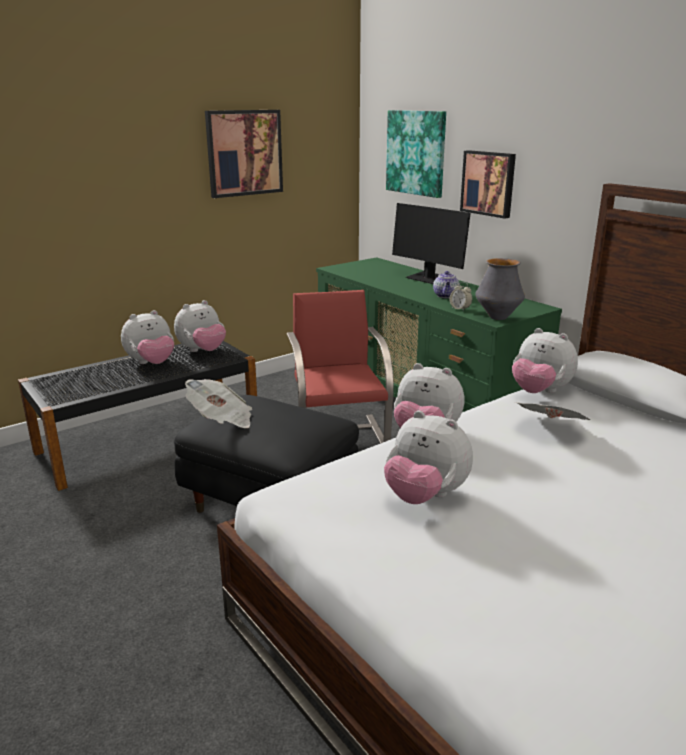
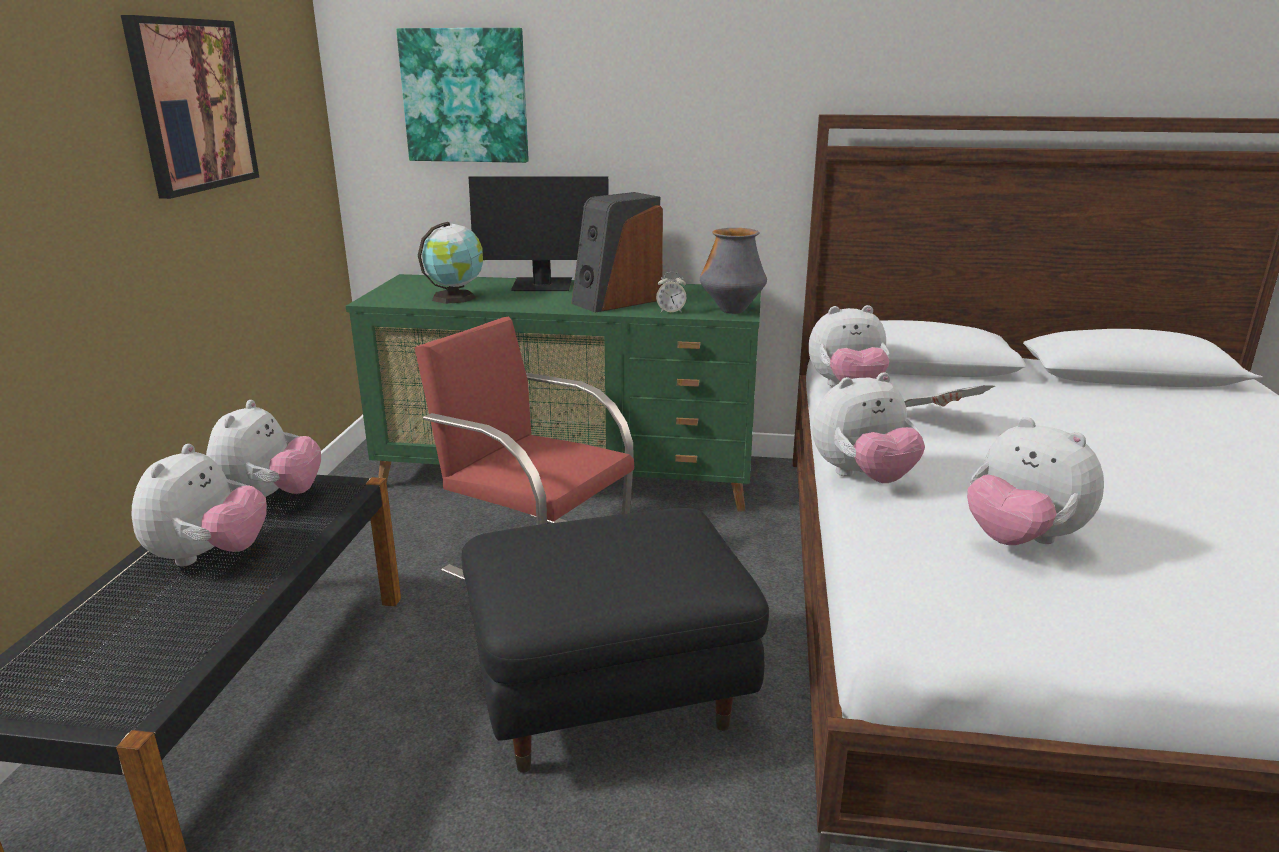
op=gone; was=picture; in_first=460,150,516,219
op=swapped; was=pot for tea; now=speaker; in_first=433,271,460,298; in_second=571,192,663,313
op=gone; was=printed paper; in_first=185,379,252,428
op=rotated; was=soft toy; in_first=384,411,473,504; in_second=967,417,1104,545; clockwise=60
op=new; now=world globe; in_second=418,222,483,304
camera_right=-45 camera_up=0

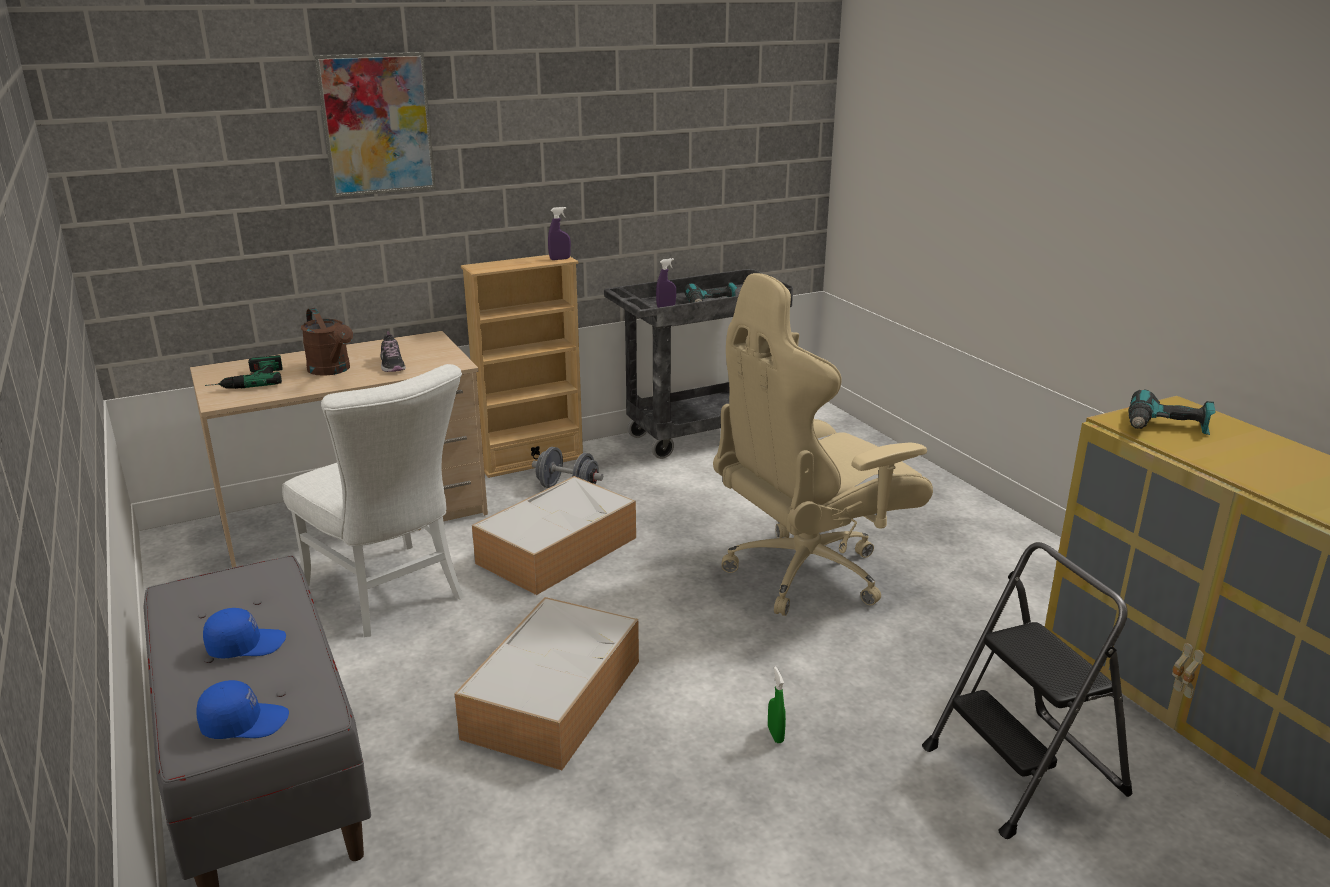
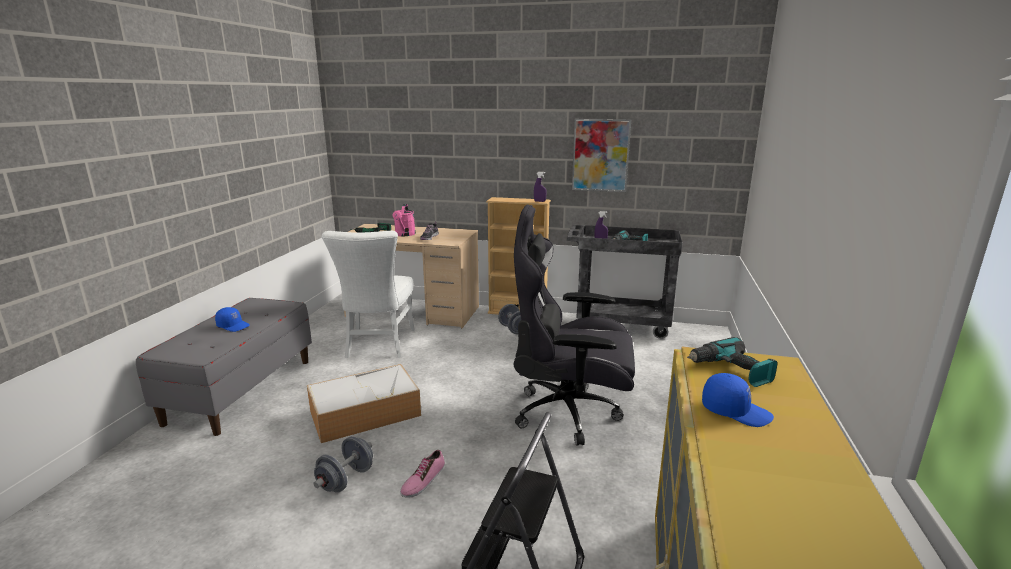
op=shifted; was=picture; in_first=314,52,436,197; in_second=572,119,631,192
op=repainted; was=computer chair (beige-coloured); now=computer chair (black); in_first=713,273,933,616; in_second=514,205,635,446
op=repainted; was=watering can (brown); now=watering can (pink-coloured); in_first=301,308,353,376; in_second=393,204,416,236
op=gone; was=storage container; in_first=472,476,636,595
op=swapped; was=hand sprayer (green); now=low shoe; in_first=768,666,786,743; in_second=400,450,445,498
op=shifted; was=baseball cap (blue); in_first=196,680,289,739; in_second=702,373,774,427
op=new; now=free weight (grey); in_second=313,436,373,493
camera_right=40 camera_up=-5

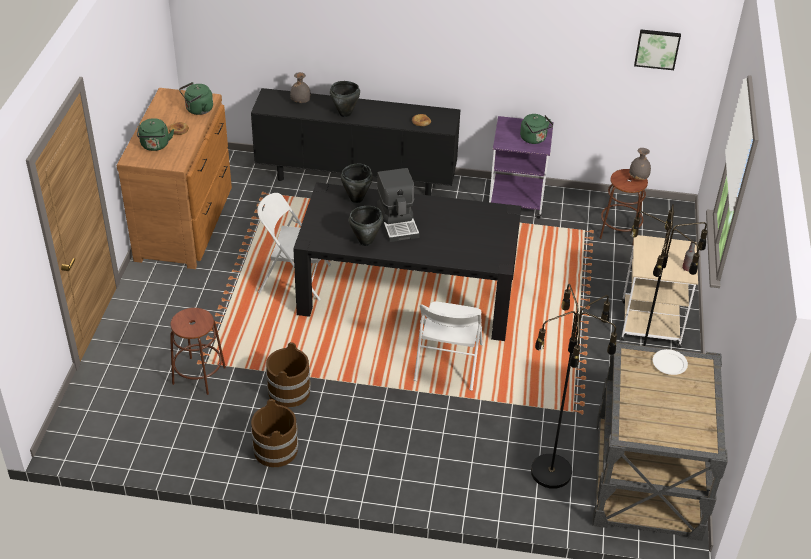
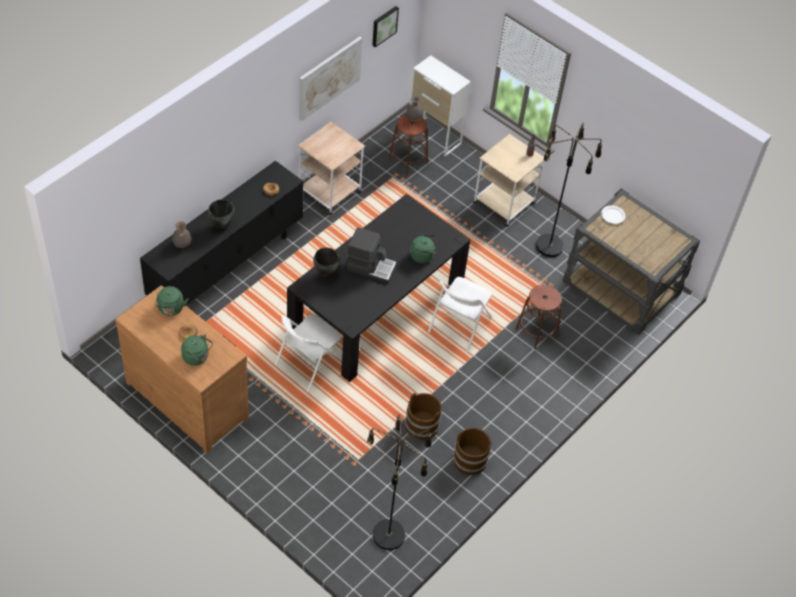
op=shifted; was=kettle (green); in_first=520,114,553,144; in_second=410,233,437,263
op=repainted; was=cart (purple-coloured); now=cart (beige-coloured); in_first=489,116,554,219; in_second=298,122,365,215
op=gone; was=stockpot (black); in_first=349,206,383,246
op=shifted; was=standing lamp; in_first=531,284,617,489; in_second=367,414,431,550
op=rotated; was=chair (white); in_first=414,301,483,391; in_second=428,277,492,352; clockwise=75
op=shifted; was=stool seat (brown); in_first=170,308,226,395; in_second=516,285,562,350
op=new; now=picture; in_second=299,37,362,121
op=new; now=storage cabinet (white); in_second=410,55,471,157
camera_right=-60 camera_up=10

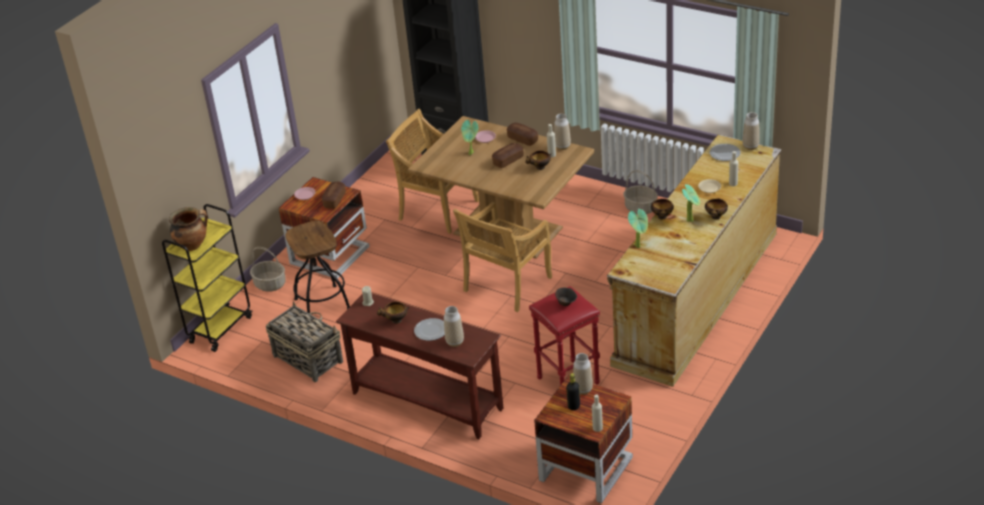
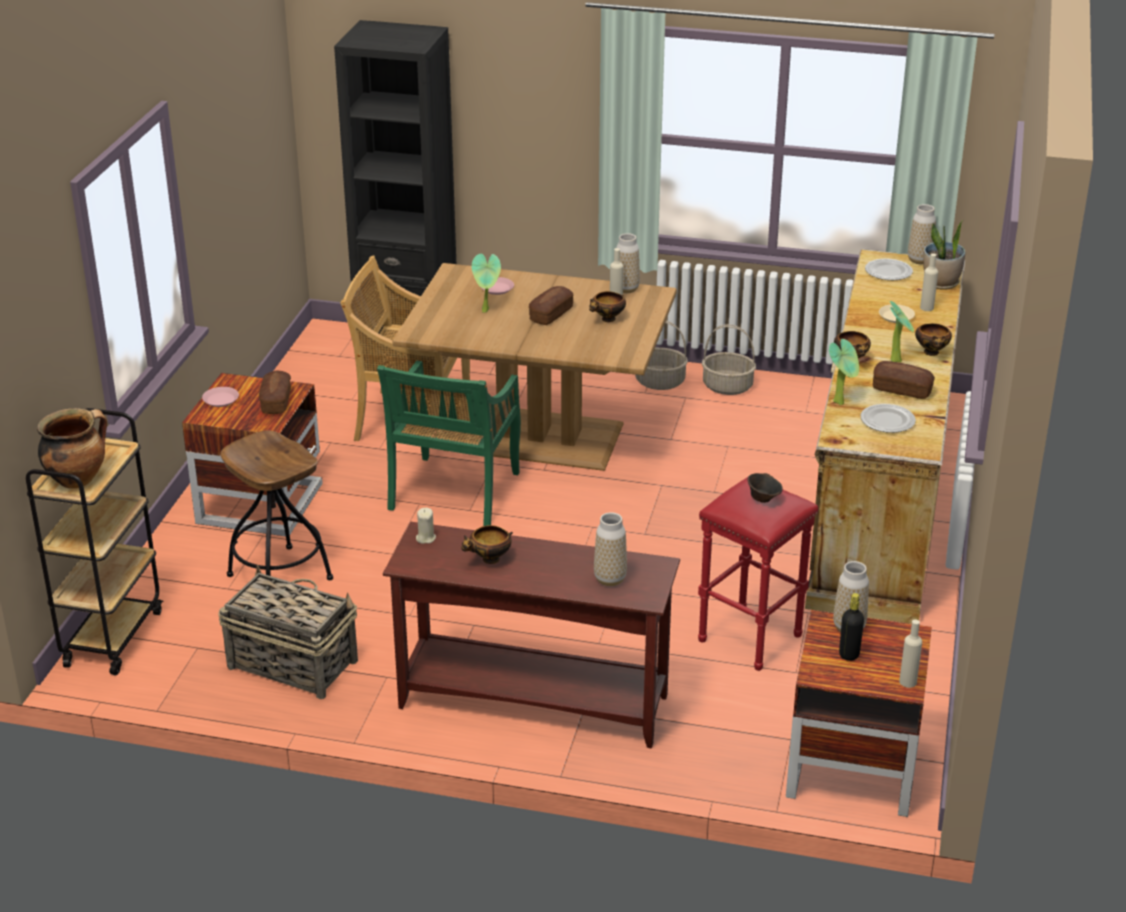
op=shifted; was=baked bread; in_first=507,123,538,146; in_second=873,361,935,399
op=gone; was=chair (beige-coloured); in_first=453,202,552,312
op=repainted; was=cart (yellow-coloured); now=cart (brown); in_first=162,204,252,352; in_second=26,408,164,676
op=shifted; was=storage basket; in_first=250,247,286,292; in_second=635,321,688,390
op=shifted; was=flat dish; in_first=414,318,445,341; in_second=860,404,916,433
op=new; now=plant in a pot; in_second=923,220,965,290
op=new; now=chair (green); in_second=377,361,521,526
camera_right=-20 camera_up=-5

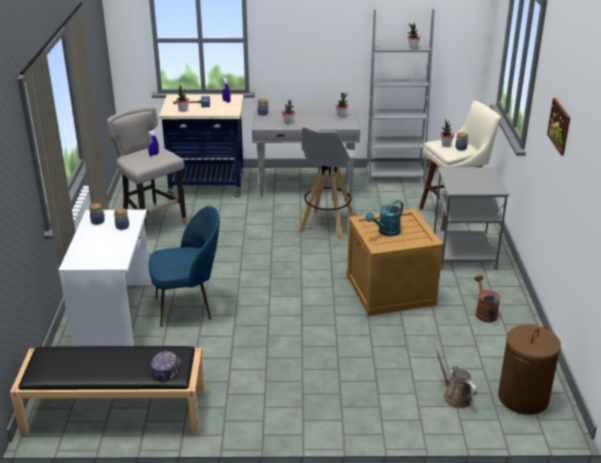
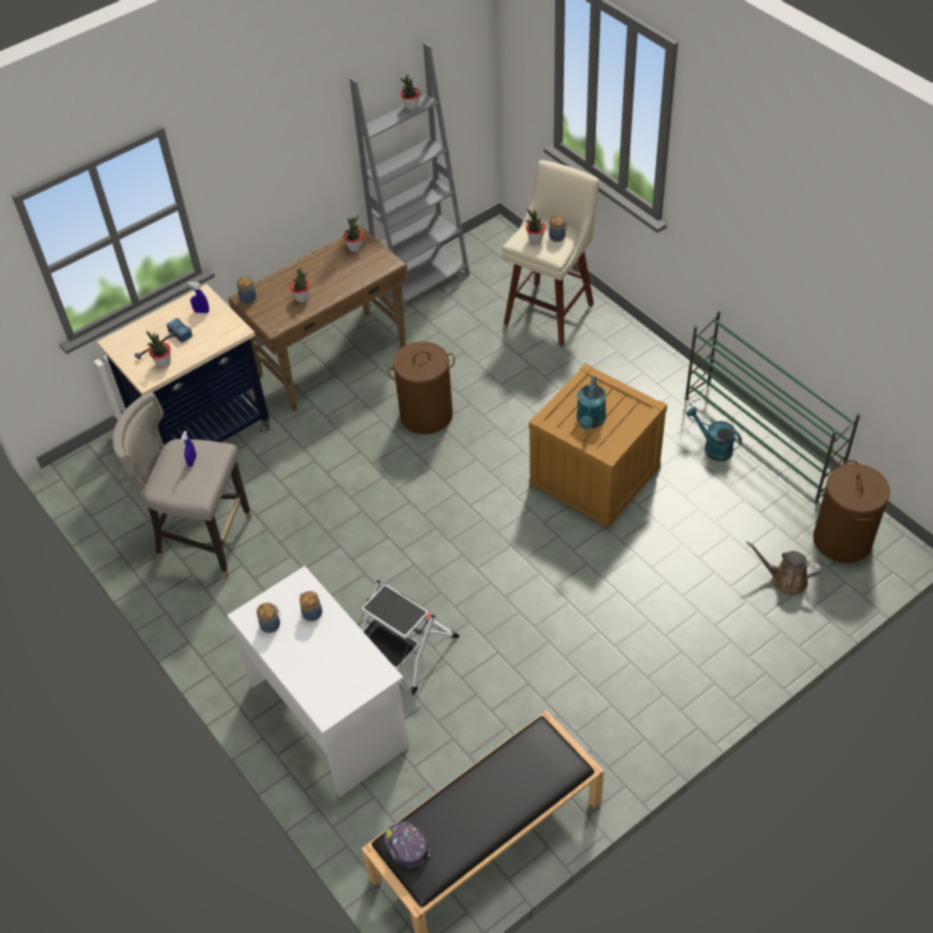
op=gone; was=picture; in_first=547,98,570,156
op=repainted; was=hall table (grey); now=hall table (brown); in_first=252,110,360,196; in_second=228,226,408,412
op=swapped; was=stool seat (grey); now=laundry basket (brown); in_first=299,126,358,239; in_second=388,341,455,434
op=gone; was=cart (grey); in_first=434,167,510,269
op=swapped; was=chair (blue); now=step stool; in_first=149,206,220,327; in_second=358,580,460,695
op=repainted; was=watering can (brown); now=watering can (blue-green); in_first=474,275,500,322; in_second=686,407,742,461
op=shifted; was=baseball cap; in_first=150,351,180,380; in_second=384,822,430,868
op=new; now=shoe stand (green); in_second=685,311,860,503
camera_right=-35 camera_up=20

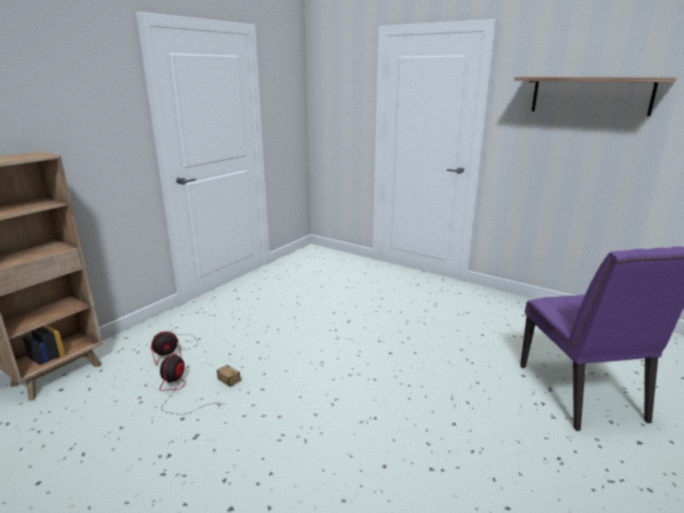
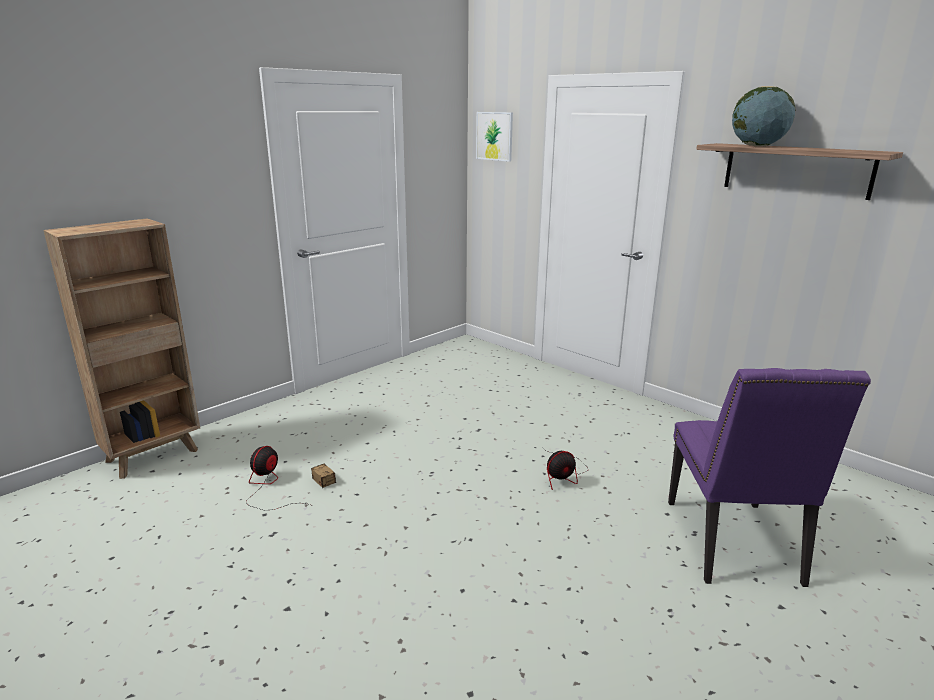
op=shifted; was=electric fan; in_first=151,331,198,365; in_second=541,446,588,490
op=new; now=world globe; in_second=732,86,795,146
op=new; now=picture; in_second=476,112,513,162
camera_right=10 camera_up=0

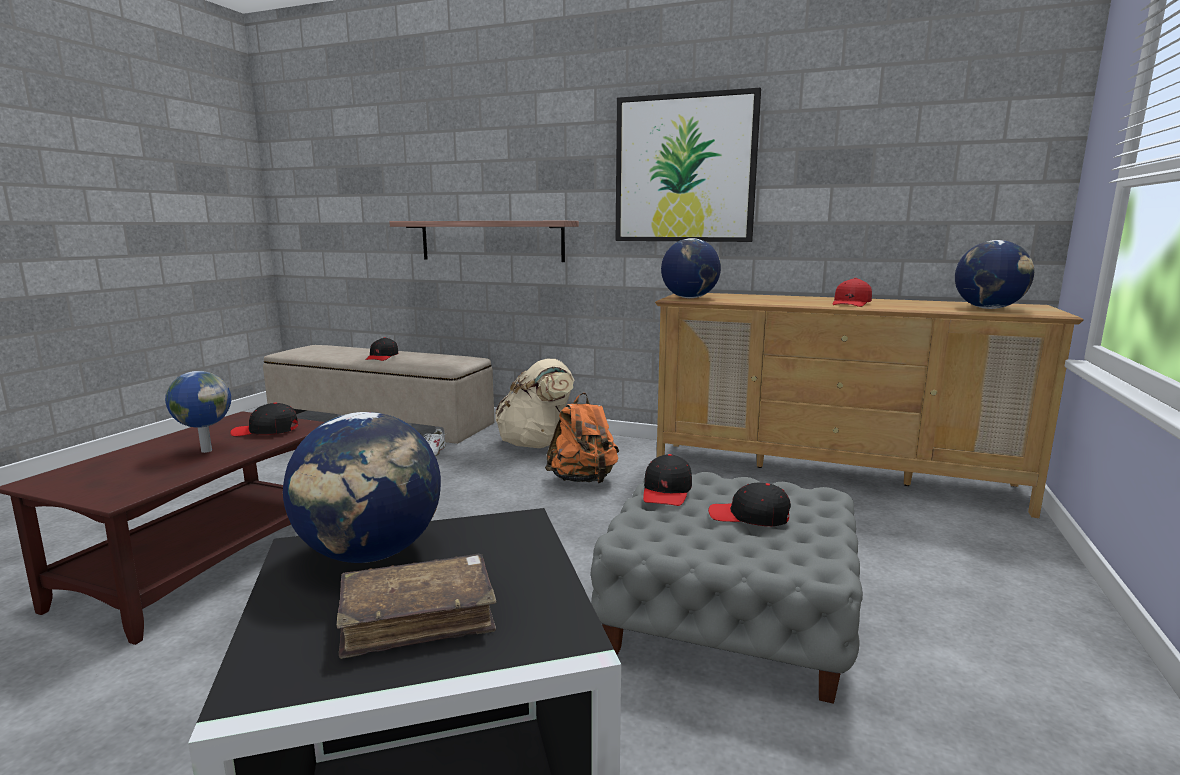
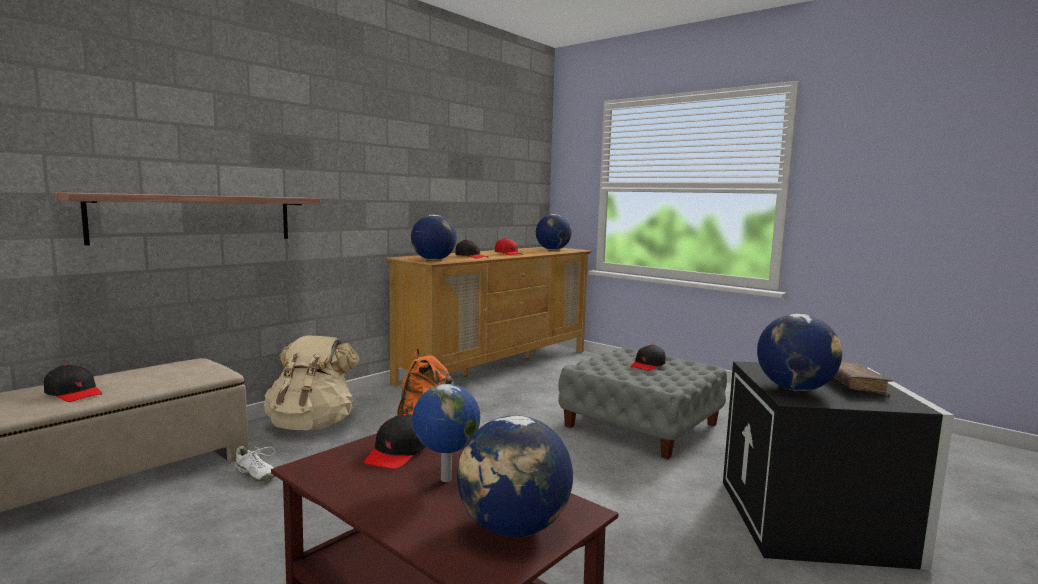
op=gone; was=picture; in_first=616,88,761,242
op=shifted; was=baseball cap (black); in_first=643,454,692,506; in_second=455,240,488,259
op=new; now=world globe; in_second=457,415,573,537
camera_right=-70 camera_up=-5

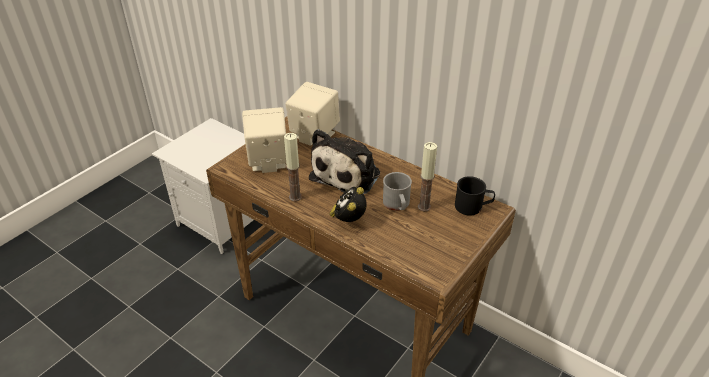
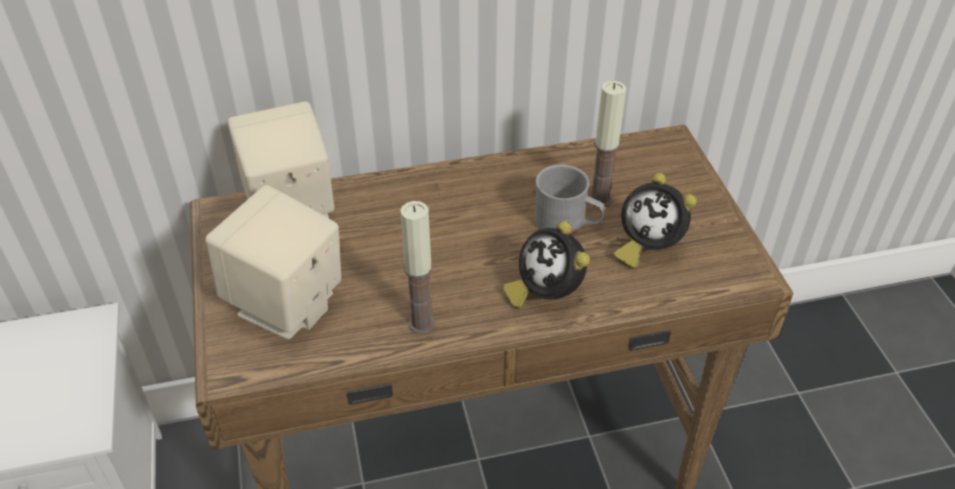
op=gone; was=soft toy; in_first=309,129,380,194
op=gone; was=coffee mug (black); in_first=455,176,495,216
op=new; now=bedside clock; in_second=614,173,697,268
camera_right=-50 camera_up=5

